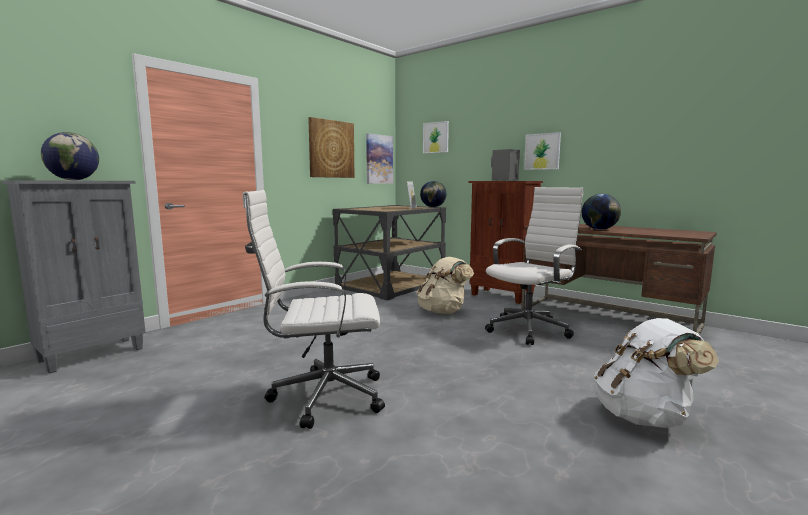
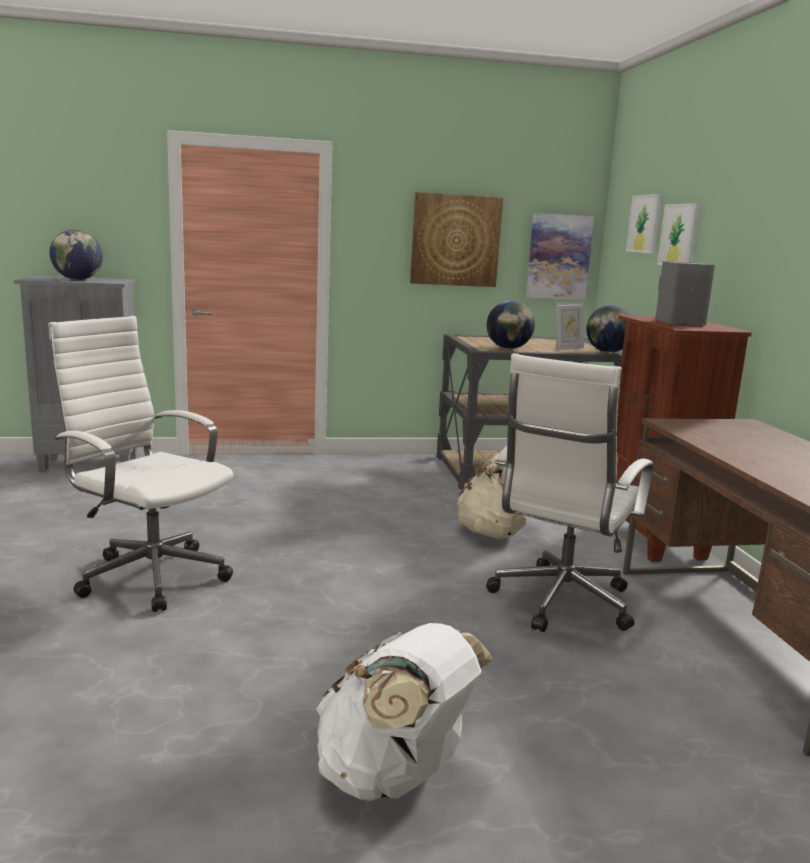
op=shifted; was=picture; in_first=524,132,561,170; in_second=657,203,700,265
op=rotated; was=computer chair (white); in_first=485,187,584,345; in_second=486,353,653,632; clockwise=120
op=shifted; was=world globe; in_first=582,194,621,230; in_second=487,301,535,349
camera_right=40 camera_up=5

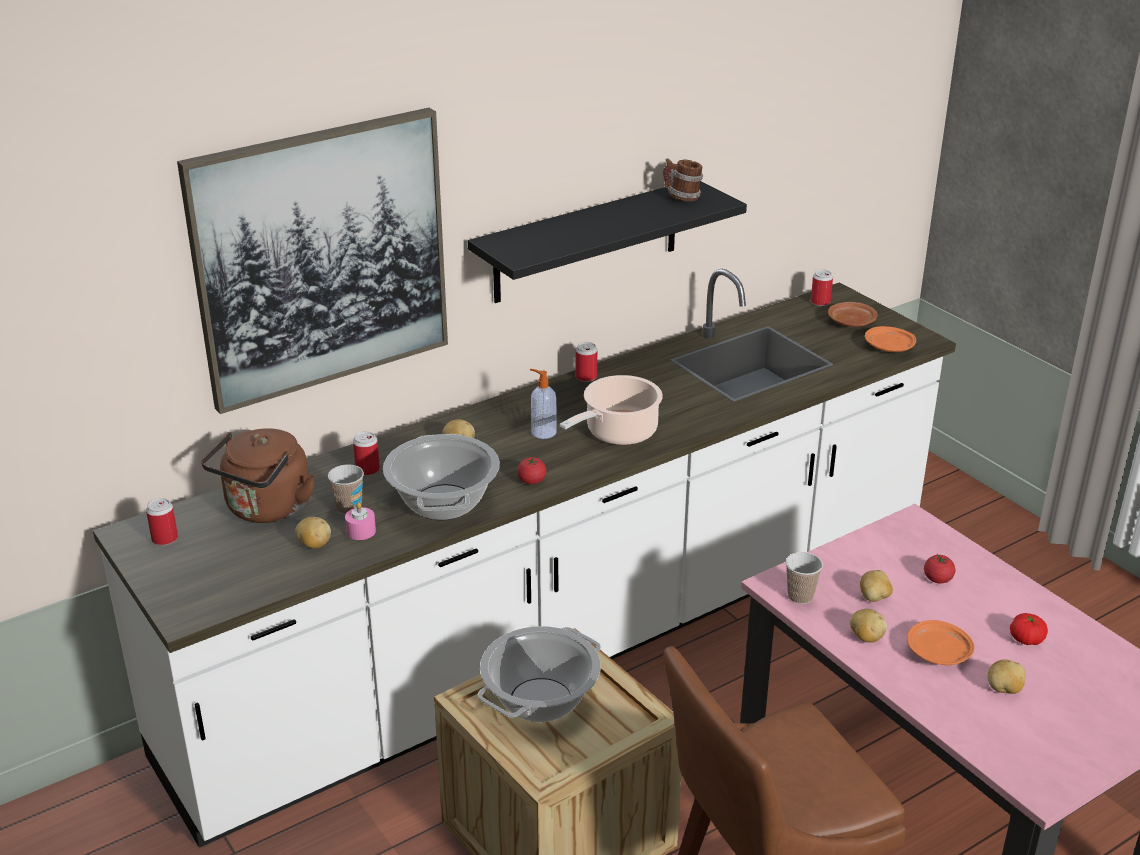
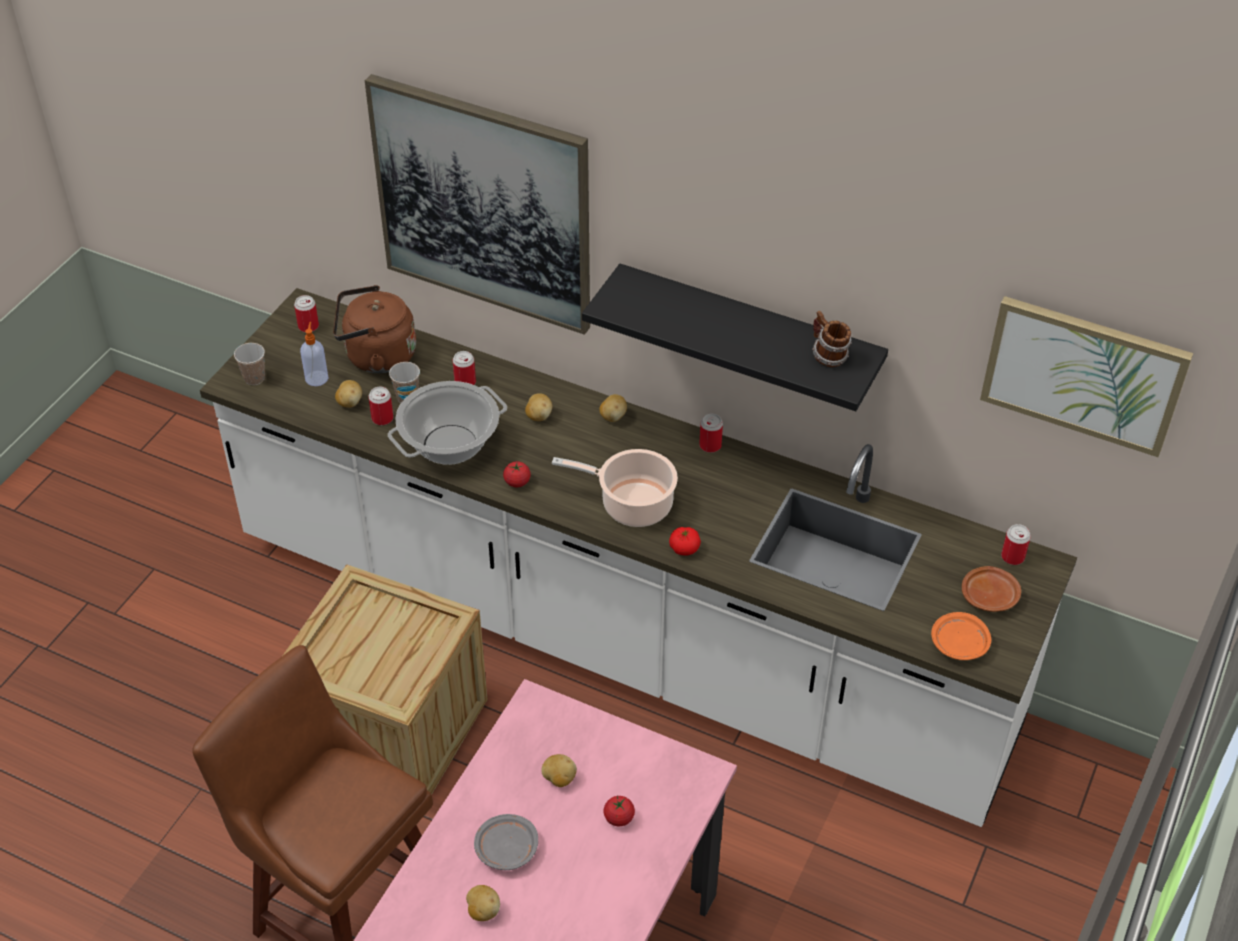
op=shifted; was=soap bottle; in_first=530,369,557,439; in_second=300,322,328,386
op=swapped; was=wax light (pink-coloured); now=sealed can; in_first=345,502,376,540; in_second=369,387,393,425
op=shifted; was=cup; in_first=786,552,823,604; in_second=234,343,265,385
op=shifted; was=potato; in_first=850,609,887,643; in_second=599,394,627,422
op=shifted; was=tomato; in_first=1010,613,1048,645; in_second=669,527,701,556
op=repainted; was=flat dish (orangey); now=flat dish (grey); in_first=907,620,974,665; in_second=474,814,538,870
op=gone; was=stockpot; in_first=477,626,601,723
op=new; now=picture; in_second=980,296,1193,457
camera_right=60 camera_up=15

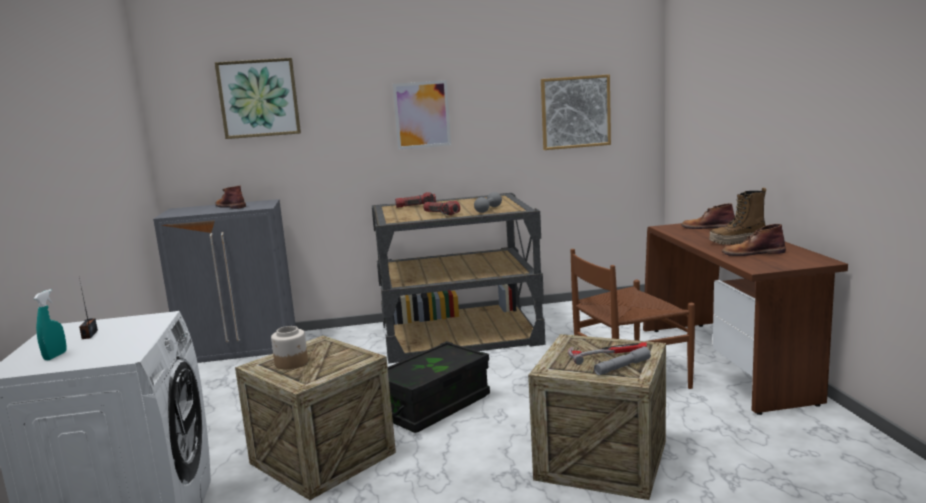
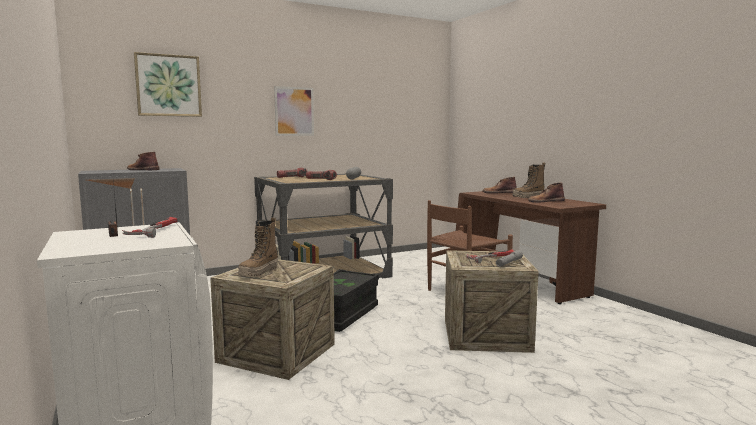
op=gone; was=picture; in_first=541,74,611,150
op=gone; was=hand sprayer (blue-green); in_first=34,289,67,360
op=swapped; was=storage jar; now=high-top boot; in_first=271,326,308,369; in_second=238,217,278,277
op=new; now=hammer; in_second=122,217,177,238
camera_right=-20 camera_up=-5

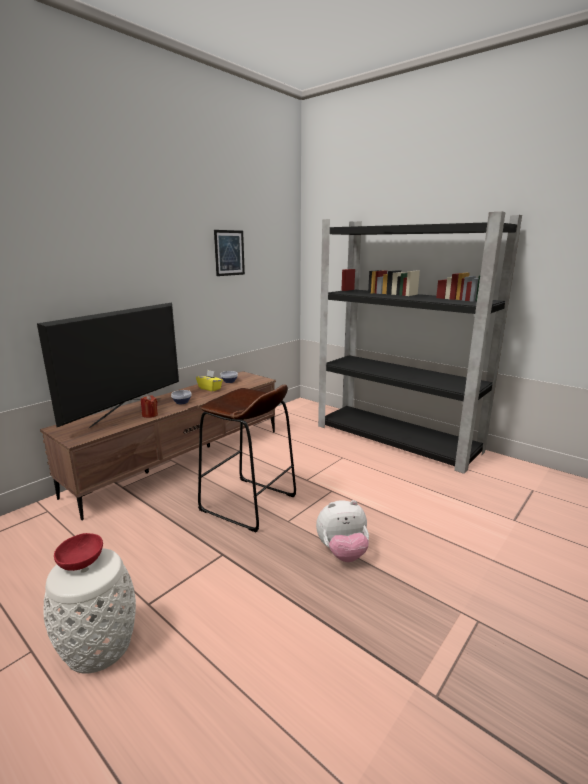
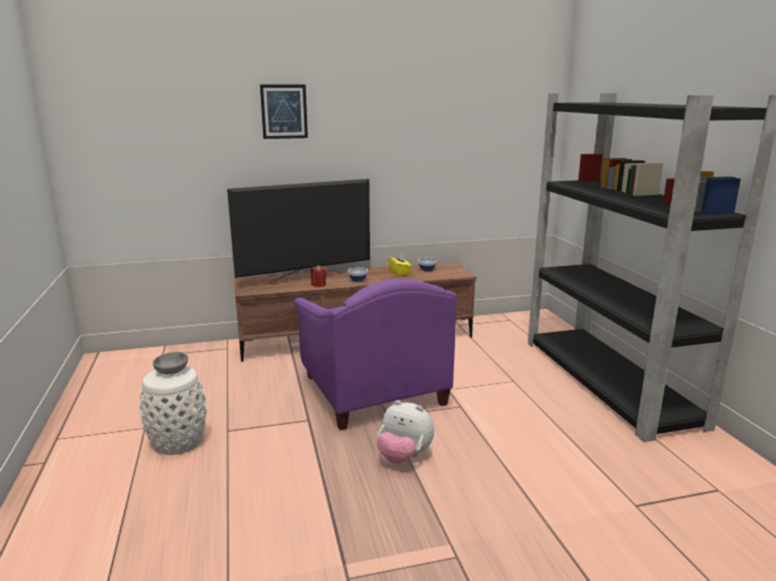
op=shifted; was=picture; in_first=214,230,245,276; in_second=260,84,308,139
op=swapped; was=stool seat (brown); now=lounge chair (purple-coloured); in_first=198,385,296,532; in_second=294,279,457,430
op=repainted; was=bowl (red-coloured); now=bowl (grey); in_first=54,533,103,571; in_second=153,352,188,374
camera_right=35 camera_up=0

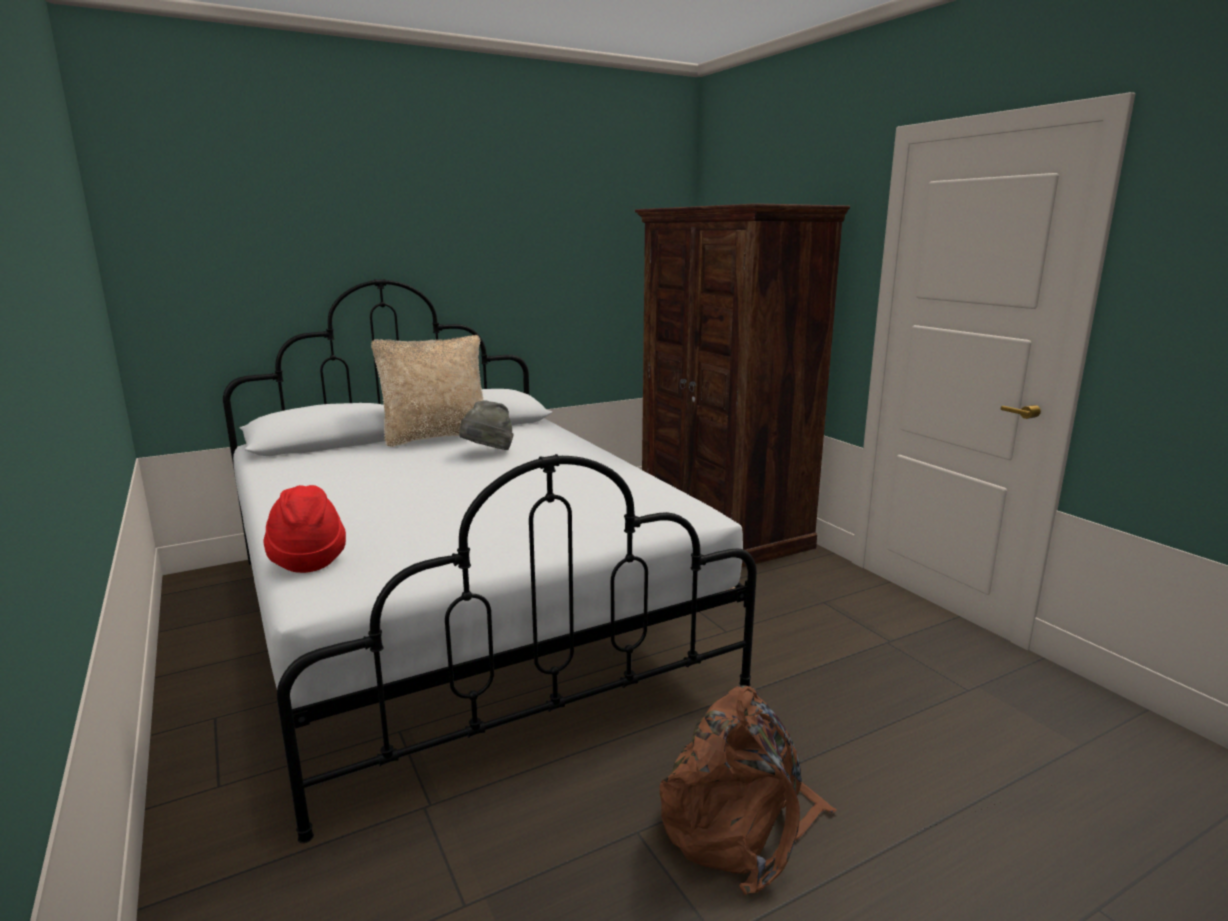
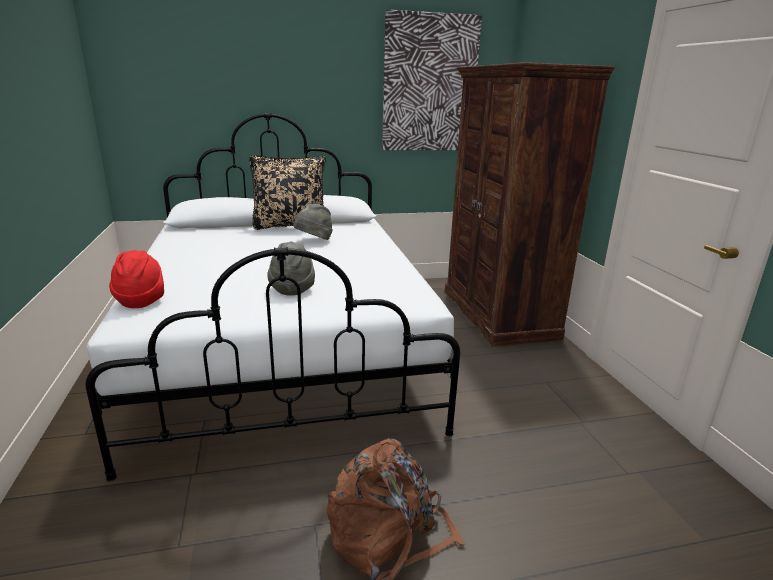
op=repainted; was=pillow (beige-coloured); now=pillow (black); in_first=371,335,483,447; in_second=249,155,326,230
op=new; now=picture; in_second=382,9,482,150
op=new; now=clothing hat (grey); in_second=267,241,315,296
camera_right=15 camera_up=5

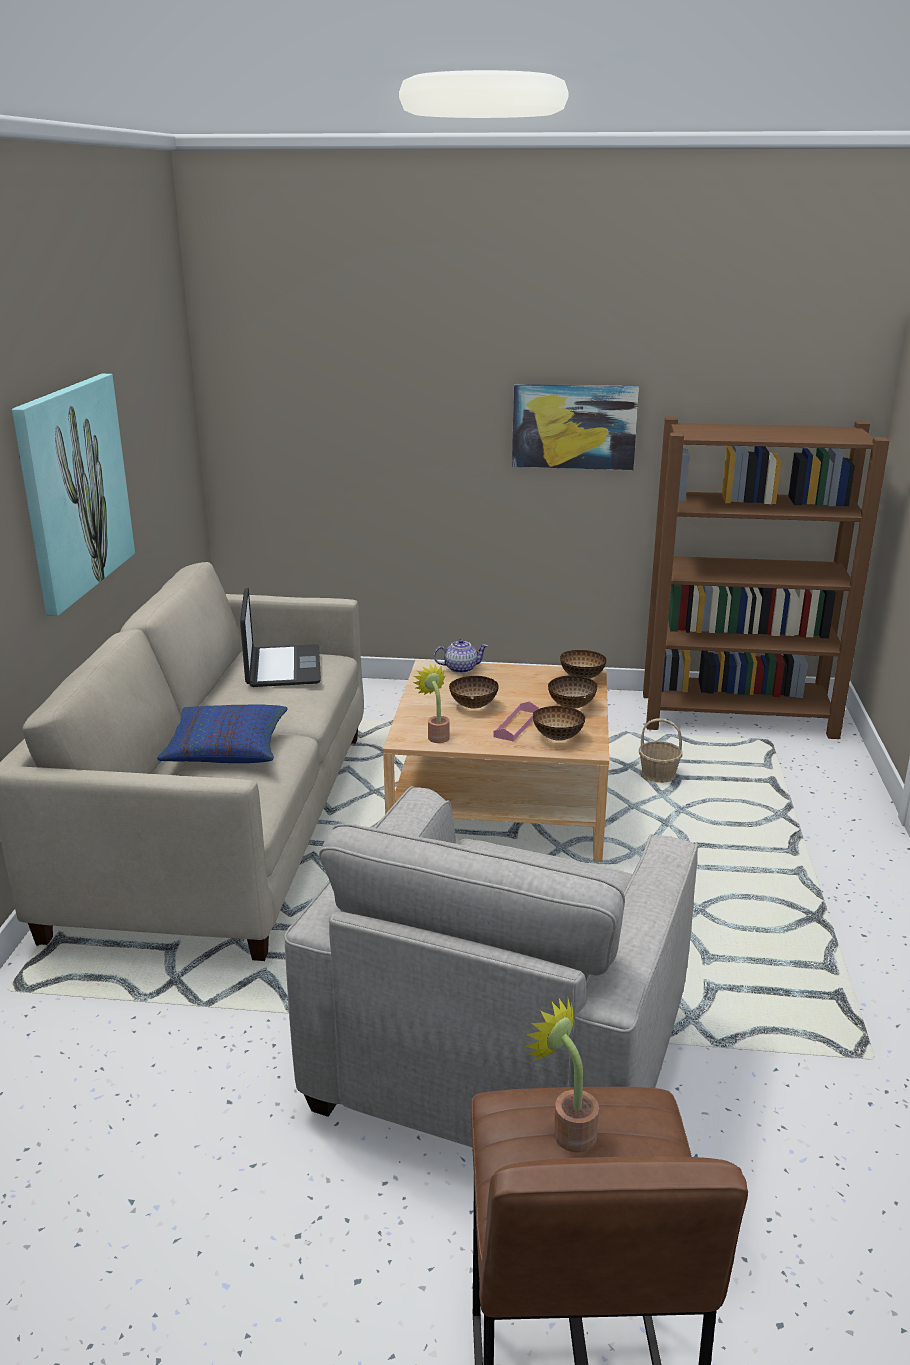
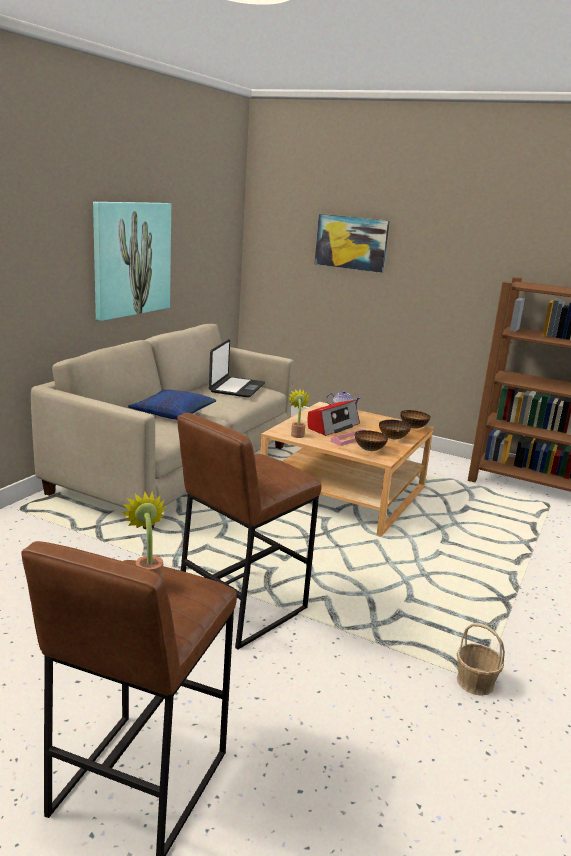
op=shifted; was=picture; in_first=512,384,639,470; in_second=315,214,389,273
op=swapped; was=bowl; now=radio; in_first=449,676,499,709; in_second=307,400,360,436
op=shifted; was=storage basket; in_first=639,718,683,783; in_second=457,623,505,696
op=swapped; was=lounge chair (grey); now=stool seat (brown); in_first=284,786,698,1147; in_second=177,413,322,650
camera_right=20 camera_up=-5

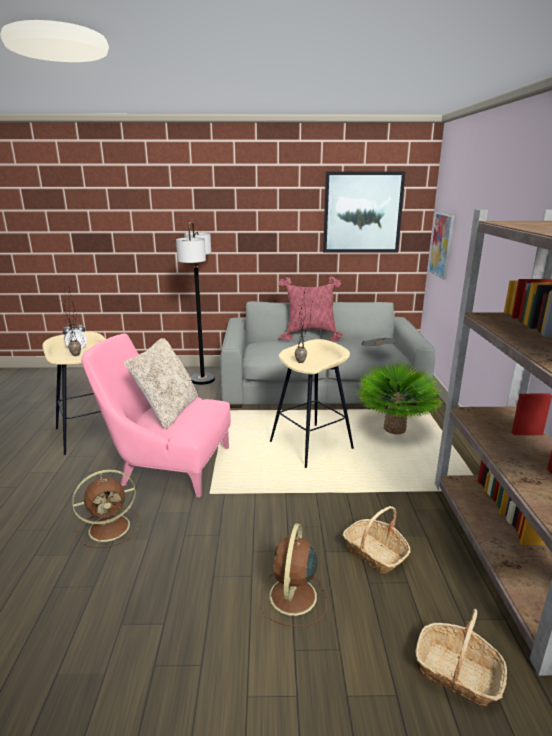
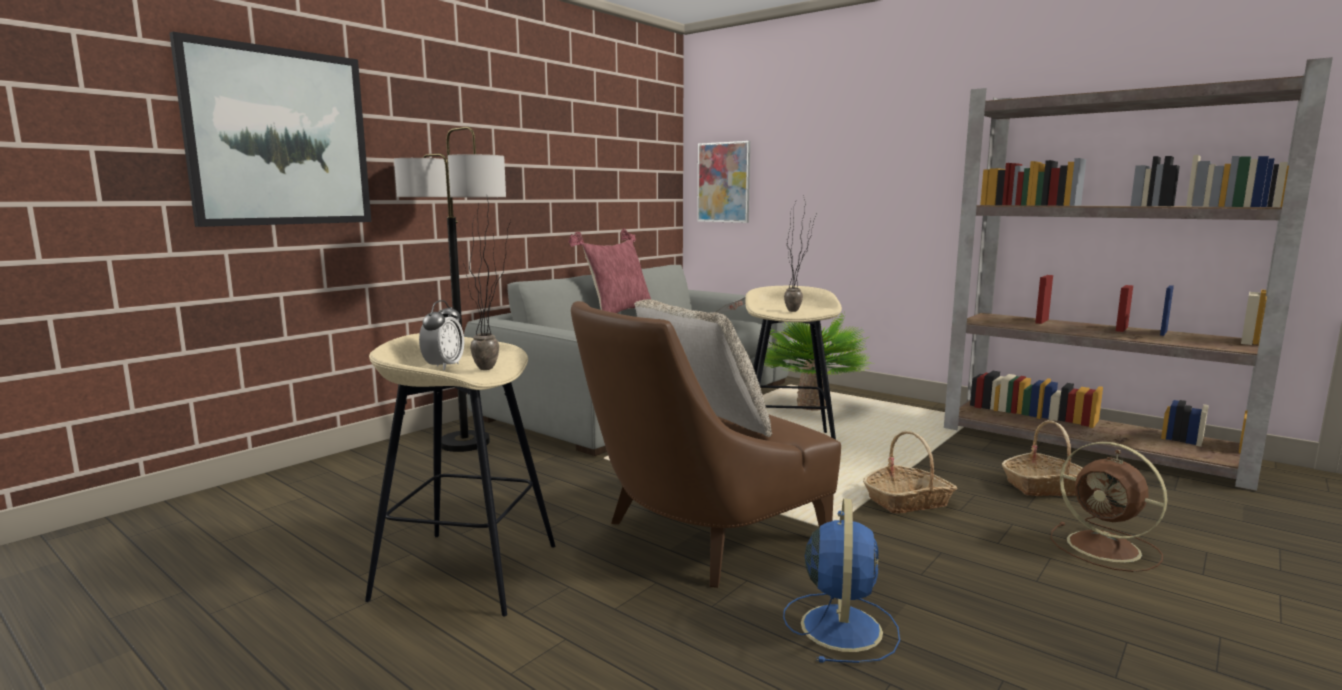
op=shifted; was=picture; in_first=323,172,405,253; in_second=169,32,371,227
op=repainted; was=lounge chair (pink-coloured); now=lounge chair (brown); in_first=81,333,231,498; in_second=571,301,841,588
op=repainted; was=electric fan (brown); now=electric fan (blue); in_first=72,470,140,548; in_second=783,498,900,663
op=shifted; was=storage basket; in_first=415,609,507,706; in_second=863,431,957,514
camera_right=-50 camera_up=-10

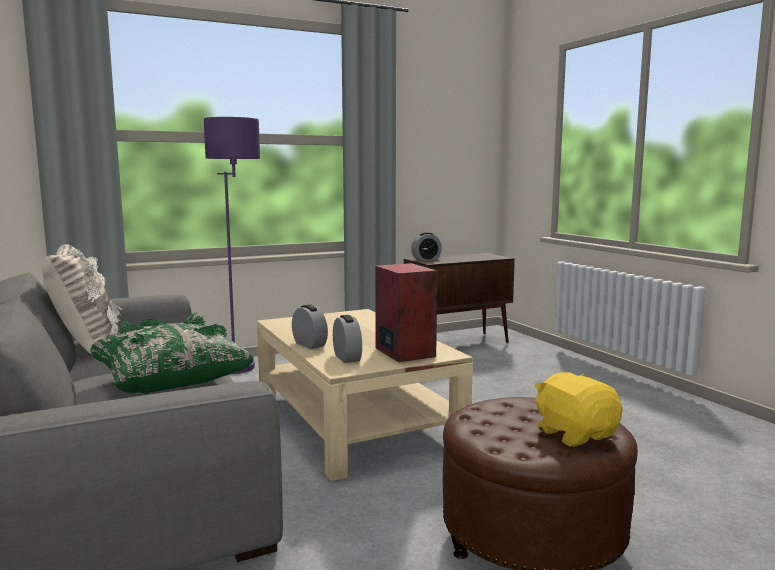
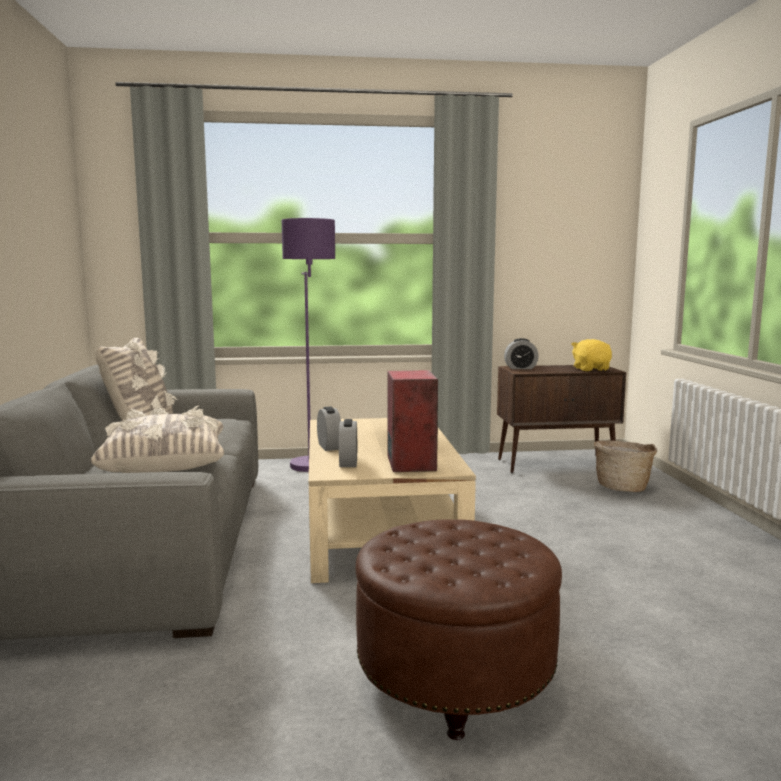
op=repainted; was=pillow (green); now=pillow (beige-coloured); in_first=90,312,253,394; in_second=91,405,224,473
op=shifted; was=soft toy (yellow-coloured); in_first=534,372,623,447; in_second=571,339,612,371
op=new; now=storage basket; in_second=594,440,657,492
camera_right=20 camera_up=0

